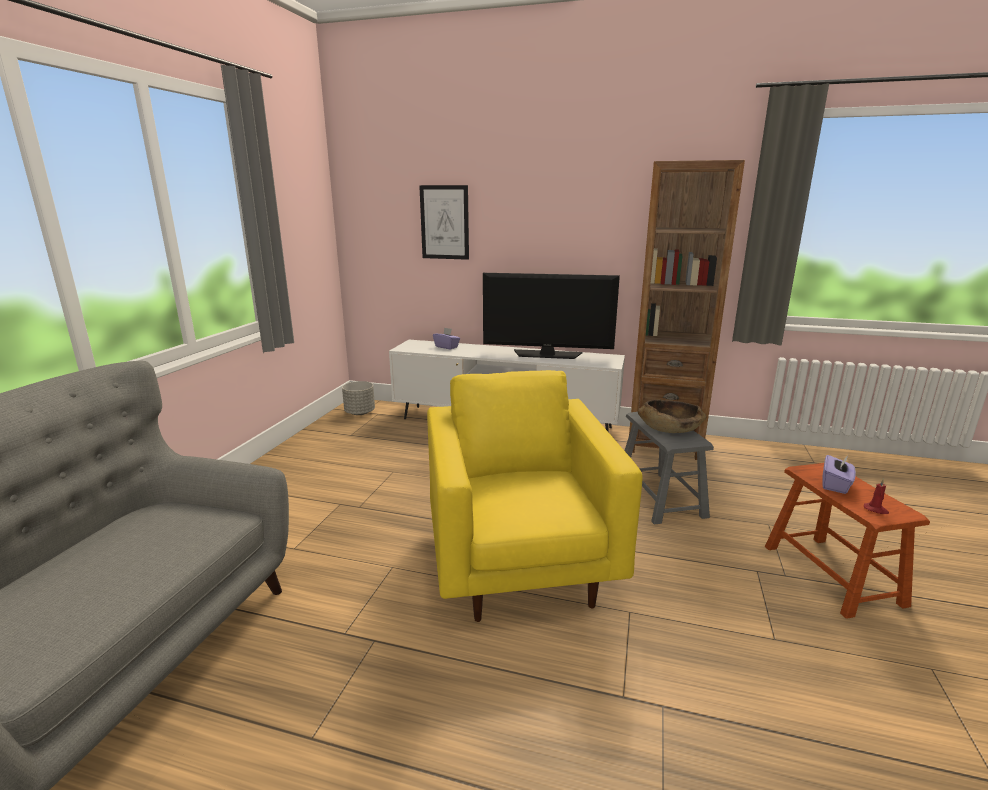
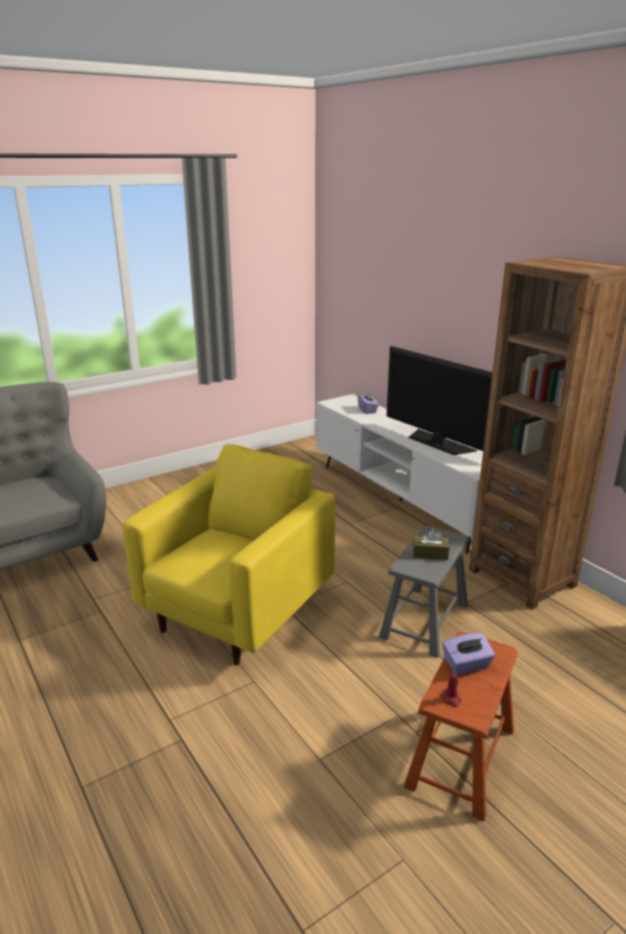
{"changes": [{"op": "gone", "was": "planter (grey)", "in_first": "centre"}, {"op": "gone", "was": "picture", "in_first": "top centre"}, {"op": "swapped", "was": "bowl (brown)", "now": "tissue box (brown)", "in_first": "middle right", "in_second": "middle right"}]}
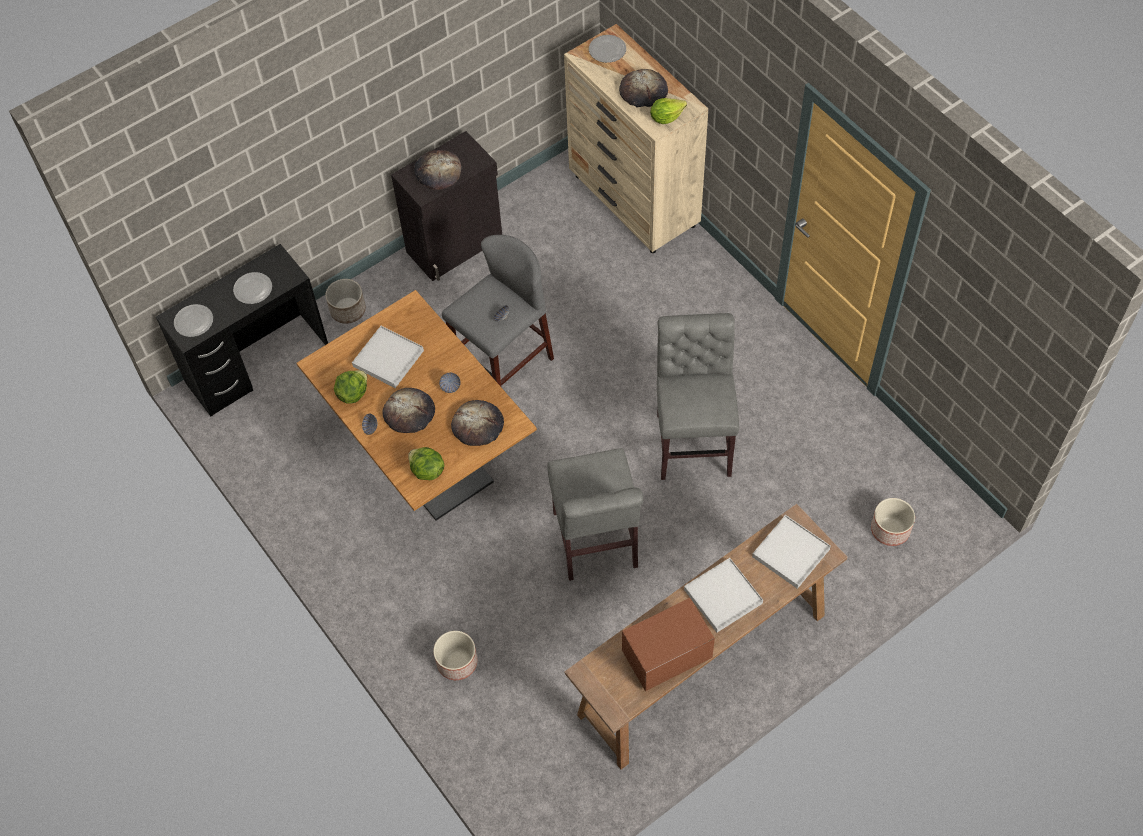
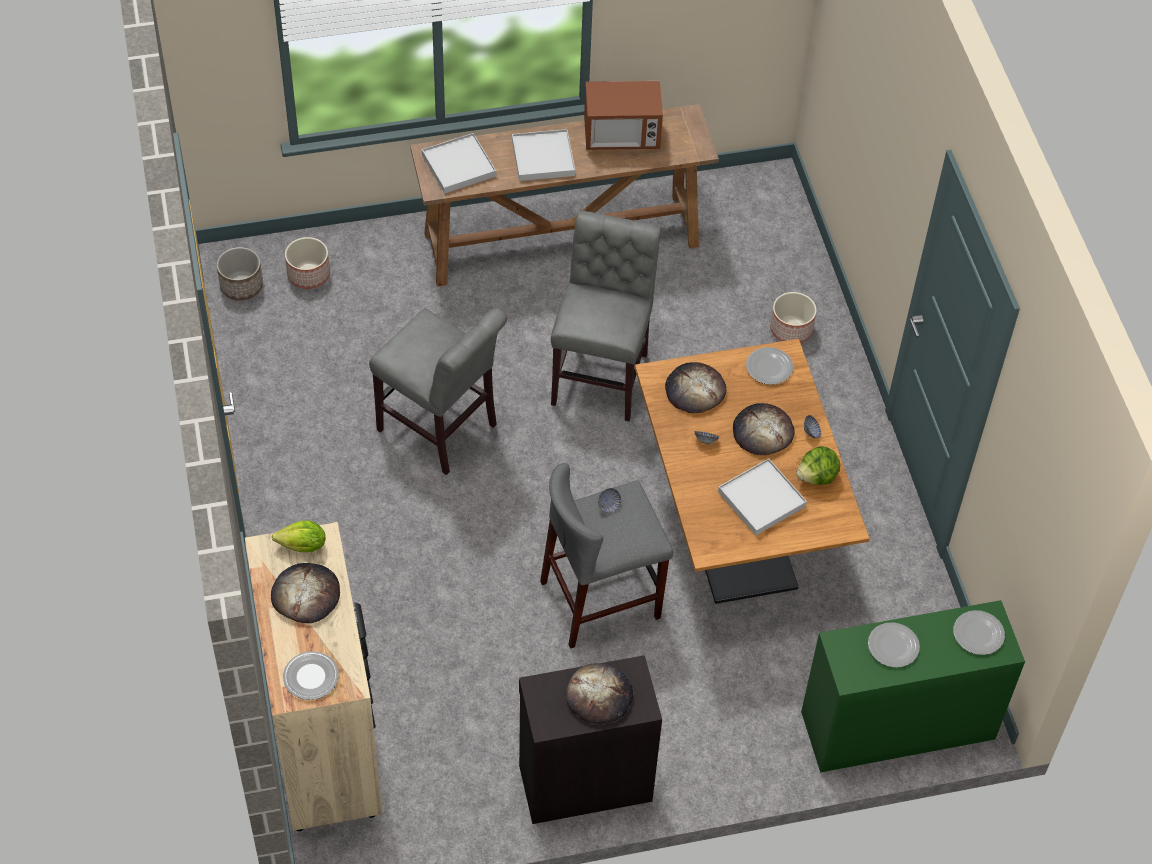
{"changes": [{"op": "repainted", "was": "desk (black)", "now": "desk (green)", "in_first": "middle left", "in_second": "bottom right"}, {"op": "shifted", "was": "planter (no. 1 from left)", "in_first": "middle left", "in_second": "top left"}, {"op": "swapped", "was": "lettuce (no. 2 from left)", "now": "plate (no. 2 from left)", "in_first": "centre", "in_second": "middle right"}, {"op": "rotated", "was": "chair (grey) (no. 2 from left in the first image)", "in_first": "centre", "in_second": "centre", "clockwise": -75}]}
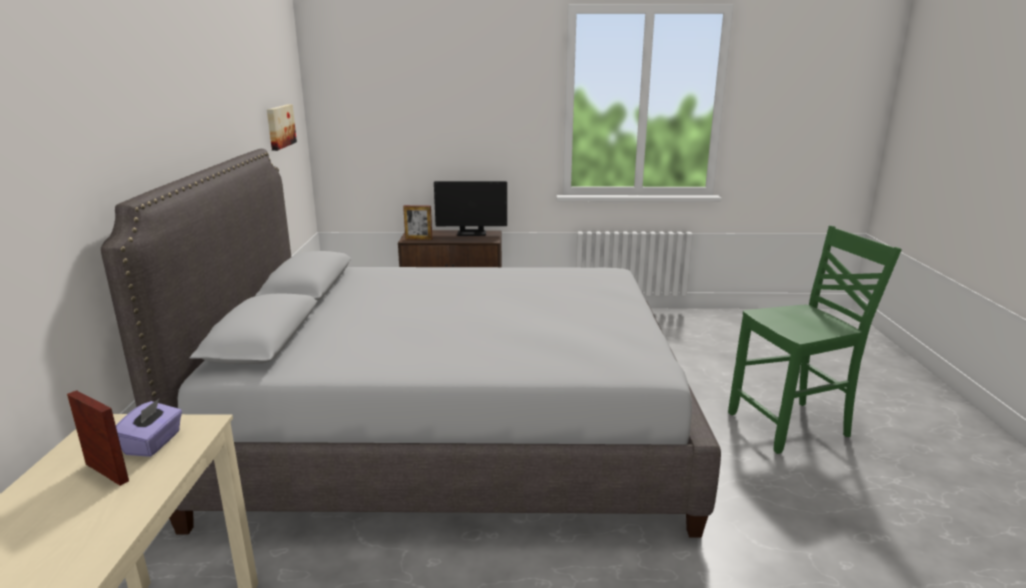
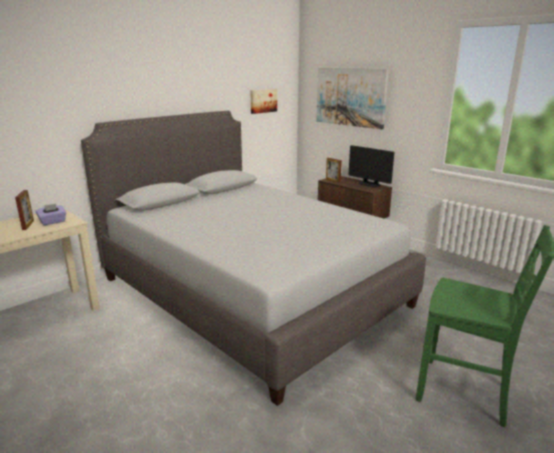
{"changes": [{"op": "new", "now": "picture (no. 2 from left)", "in_second": "top centre"}]}
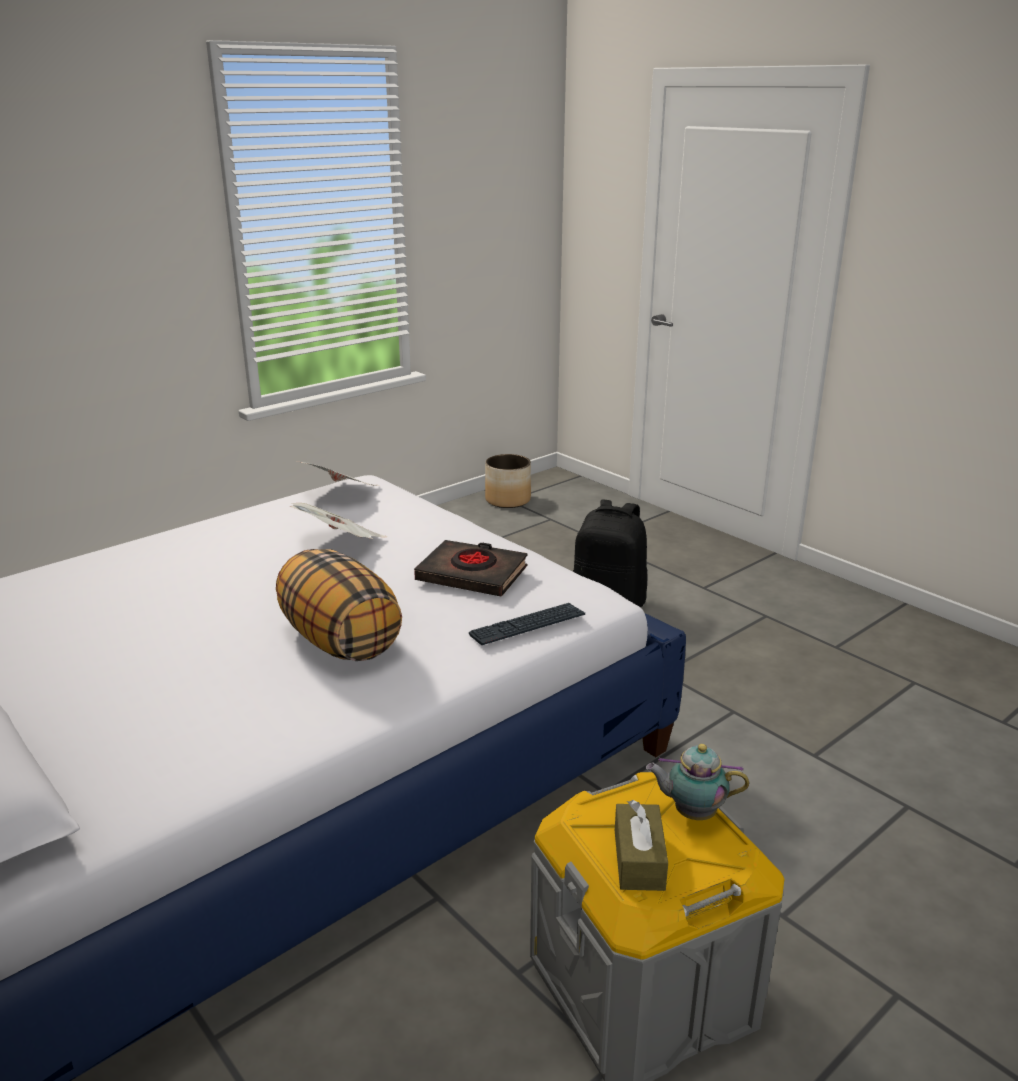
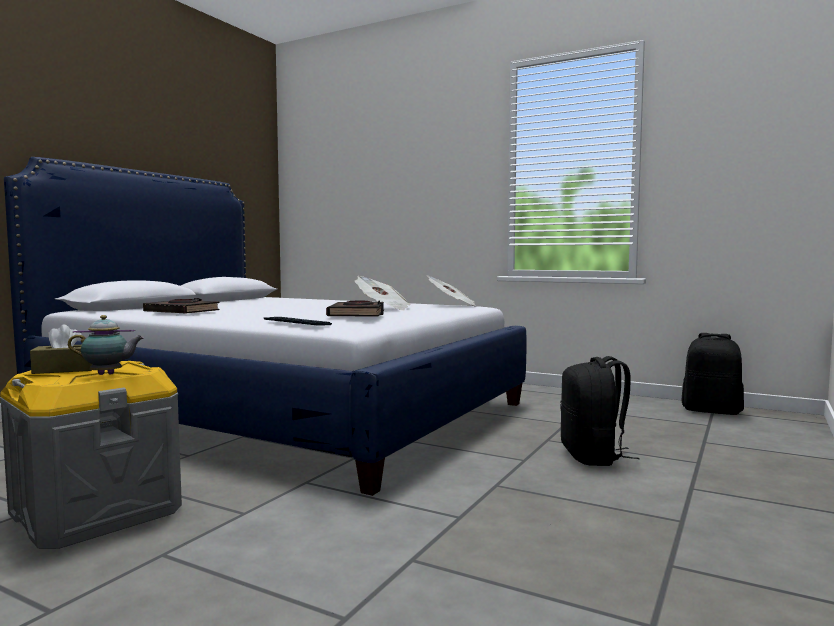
{"changes": [{"op": "gone", "was": "pillow", "in_first": "middle left"}, {"op": "swapped", "was": "planter", "now": "backpack (black) (no. 2 from left)", "in_first": "centre", "in_second": "middle right"}, {"op": "rotated", "was": "teapot", "in_first": "bottom right", "in_second": "middle left", "clockwise": 90}, {"op": "new", "now": "book (black) (no. 1 from left)", "in_second": "middle left"}]}
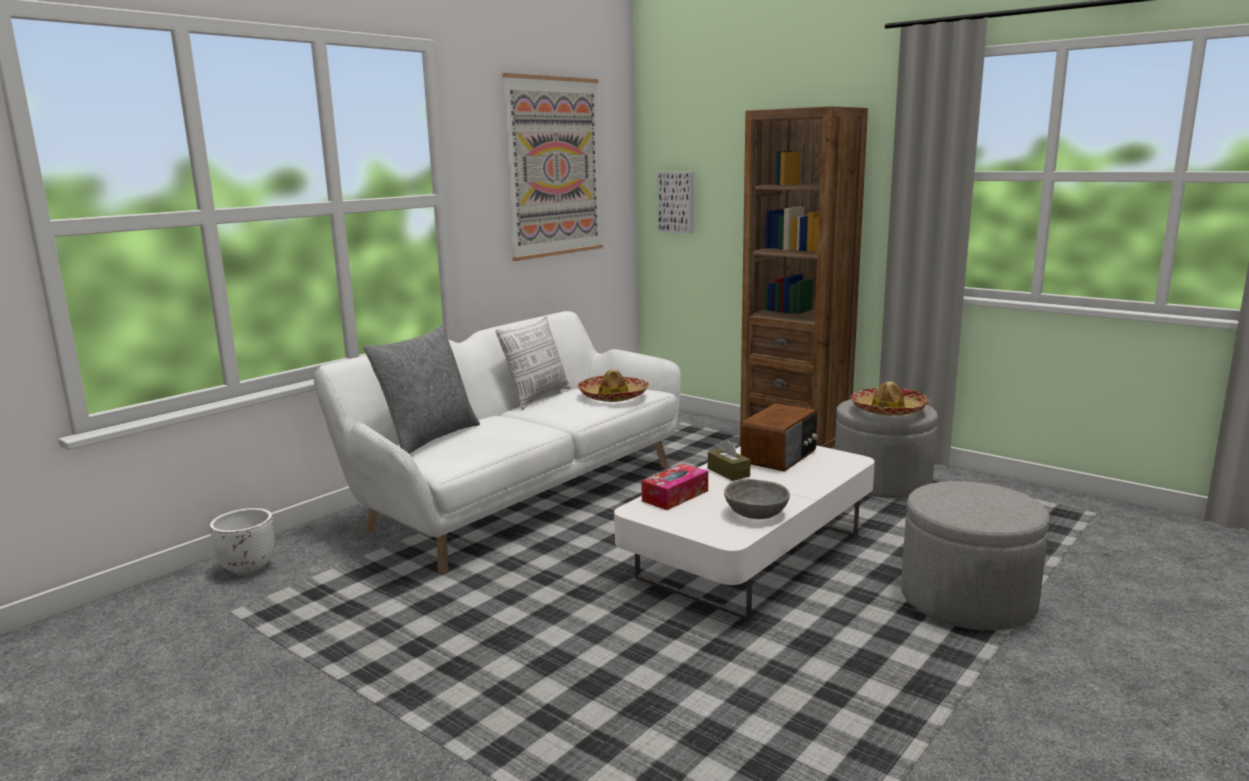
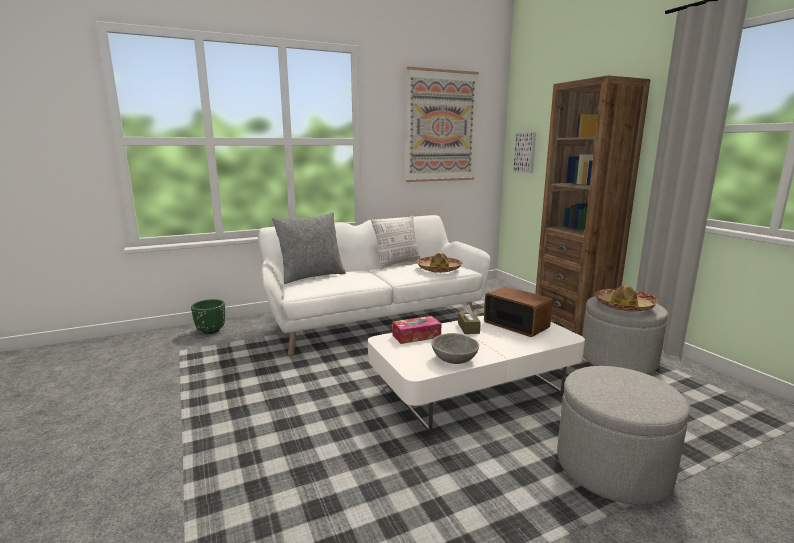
{"changes": [{"op": "repainted", "was": "planter (white)", "now": "planter (green)", "in_first": "bottom left", "in_second": "middle left"}, {"op": "rotated", "was": "radio", "in_first": "centre", "in_second": "centre", "clockwise": -105}]}
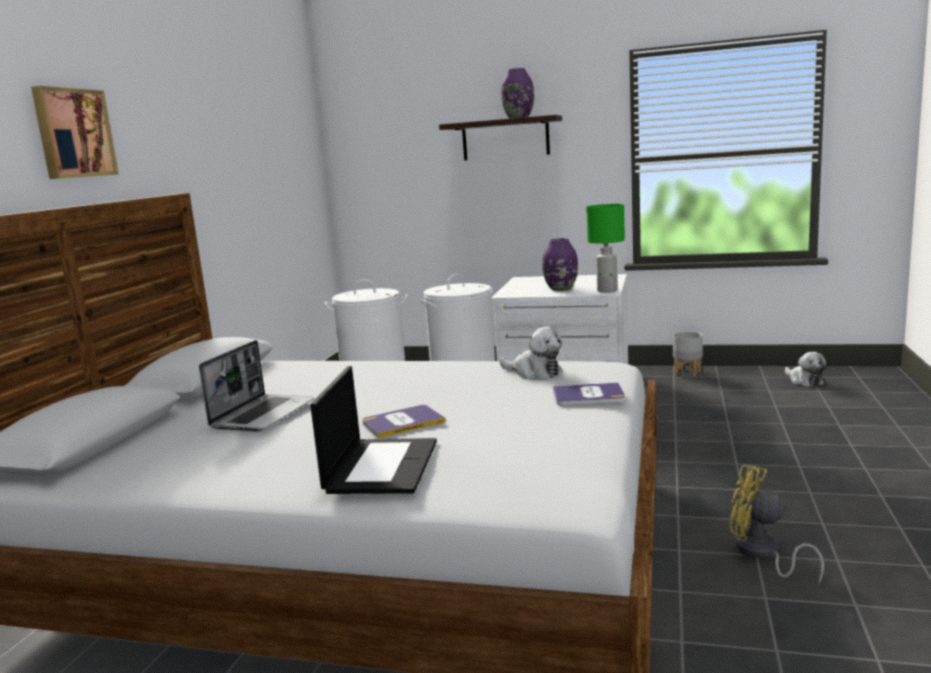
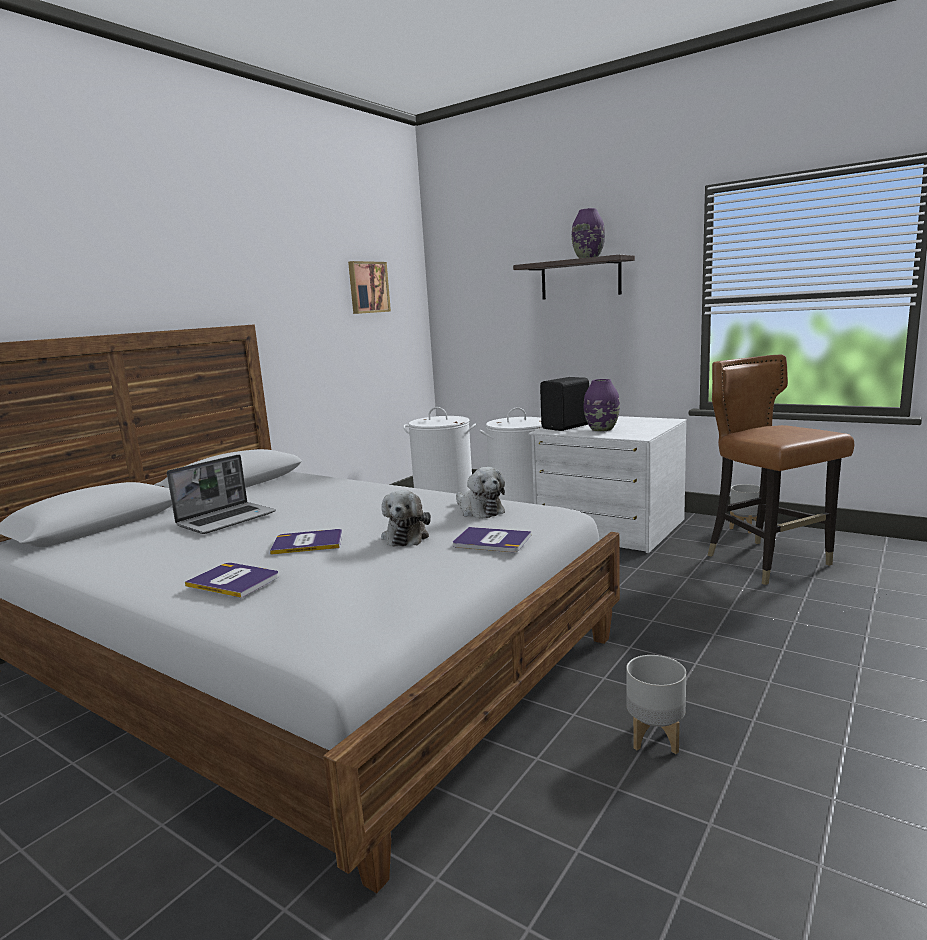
{"changes": [{"op": "shifted", "was": "picture", "in_first": "top left", "in_second": "top centre"}, {"op": "swapped", "was": "laptop (no. 2 from left)", "now": "book (no. 1 from left)", "in_first": "centre", "in_second": "middle left"}, {"op": "gone", "was": "table lamp (green)", "in_first": "centre"}, {"op": "swapped", "was": "fan (yellow)", "now": "planter (grey) (no. 1 from left)", "in_first": "bottom right", "in_second": "bottom right"}, {"op": "shifted", "was": "plush toy (no. 2 from left in the first image)", "now": "plush toy (no. 1 from left)", "in_first": "middle right", "in_second": "centre"}, {"op": "new", "now": "speaker (black)", "in_second": "centre"}, {"op": "new", "now": "chair (brown)", "in_second": "middle right"}]}
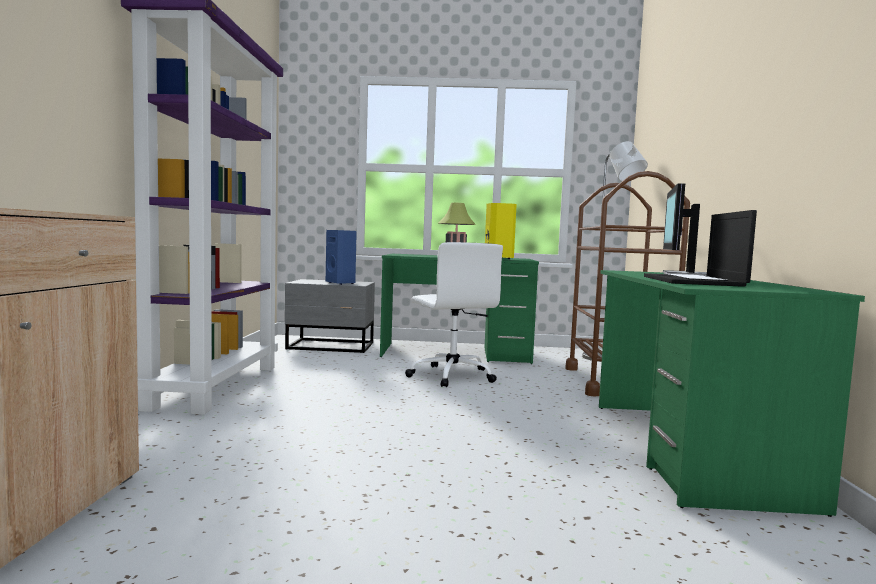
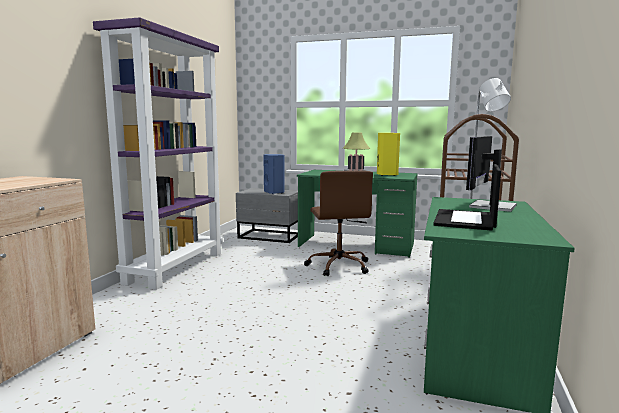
{"changes": [{"op": "repainted", "was": "office chair (white)", "now": "office chair (brown)", "in_first": "centre", "in_second": "centre"}]}
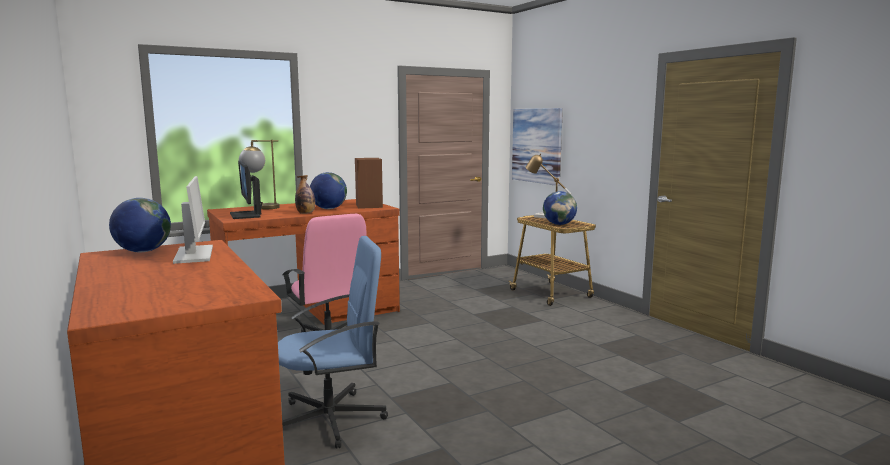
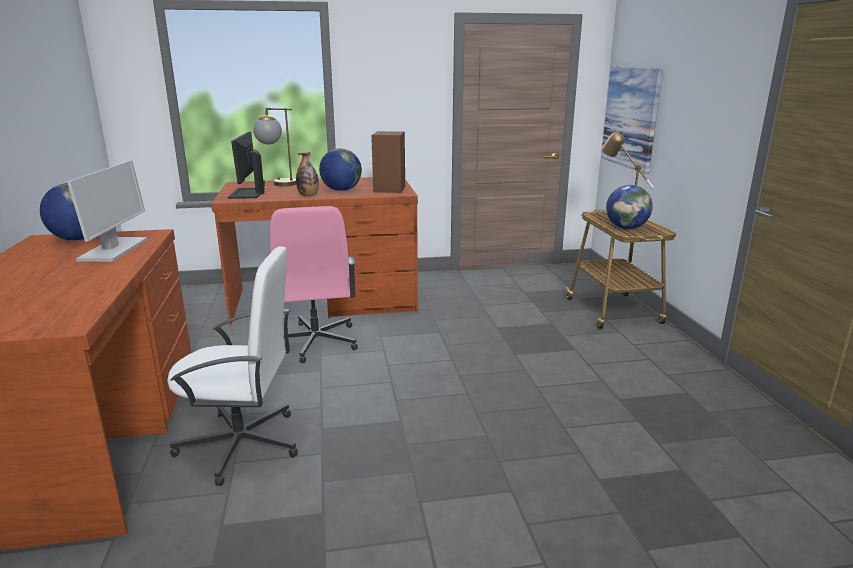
{"changes": [{"op": "repainted", "was": "office chair (blue)", "now": "office chair (white)", "in_first": "bottom centre", "in_second": "middle left"}]}
